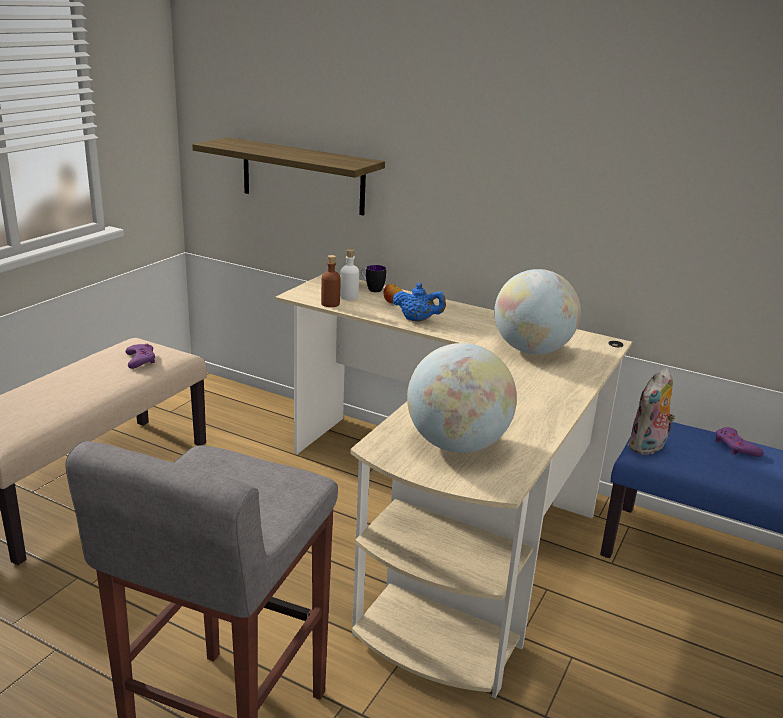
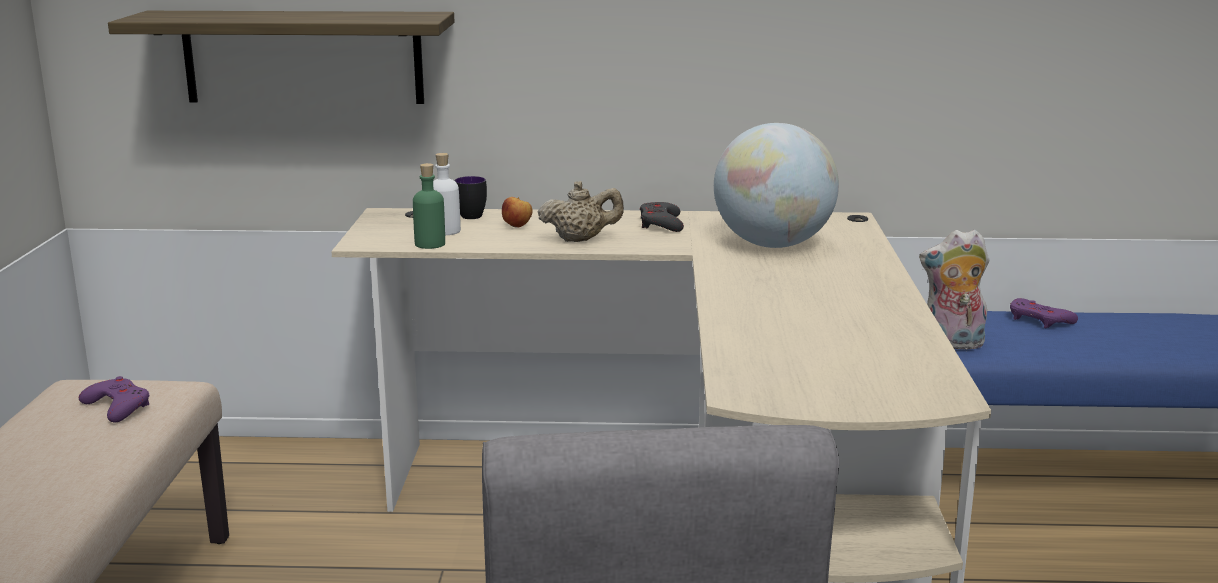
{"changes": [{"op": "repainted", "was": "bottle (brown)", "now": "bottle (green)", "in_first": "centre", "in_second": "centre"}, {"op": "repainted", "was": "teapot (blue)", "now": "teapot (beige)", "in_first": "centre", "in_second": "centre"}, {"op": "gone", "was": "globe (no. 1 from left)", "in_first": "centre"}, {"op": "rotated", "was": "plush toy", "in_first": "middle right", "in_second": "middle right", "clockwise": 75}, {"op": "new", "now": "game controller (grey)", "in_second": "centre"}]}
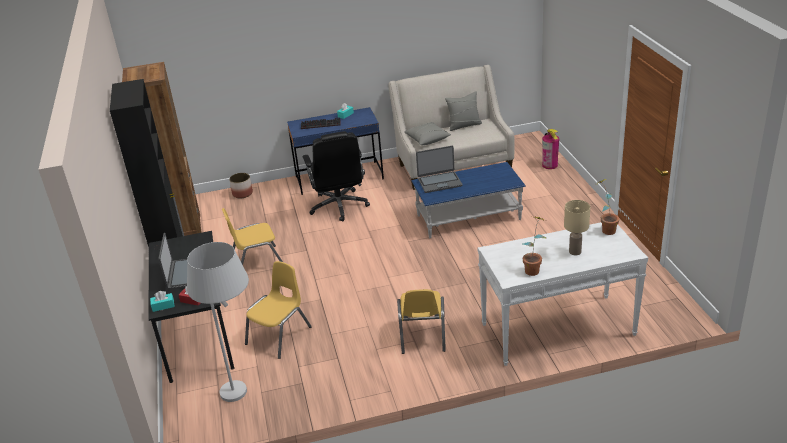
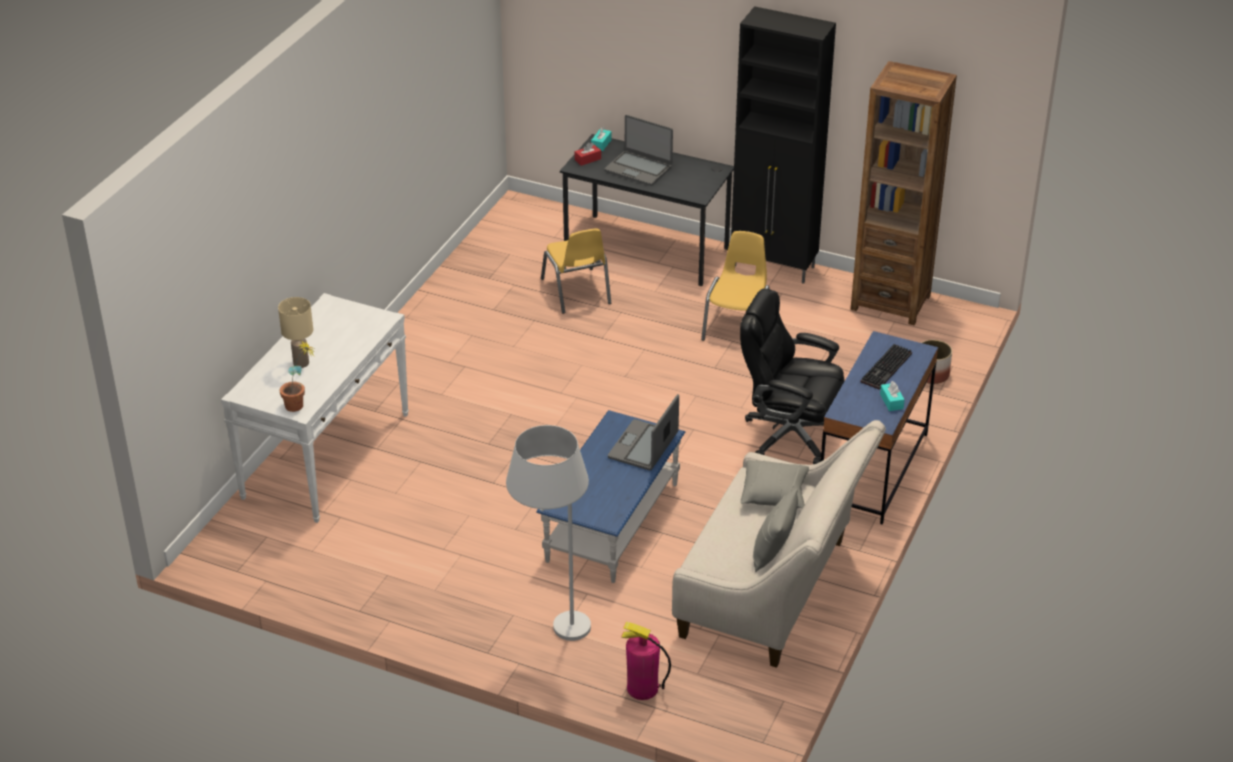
{"changes": [{"op": "shifted", "was": "floor lamp (white)", "in_first": "bottom left", "in_second": "bottom centre"}, {"op": "gone", "was": "chair (yellow) (no. 3 from left)", "in_first": "bottom centre"}, {"op": "gone", "was": "potted plant (no. 1 from left)", "in_first": "middle right"}]}
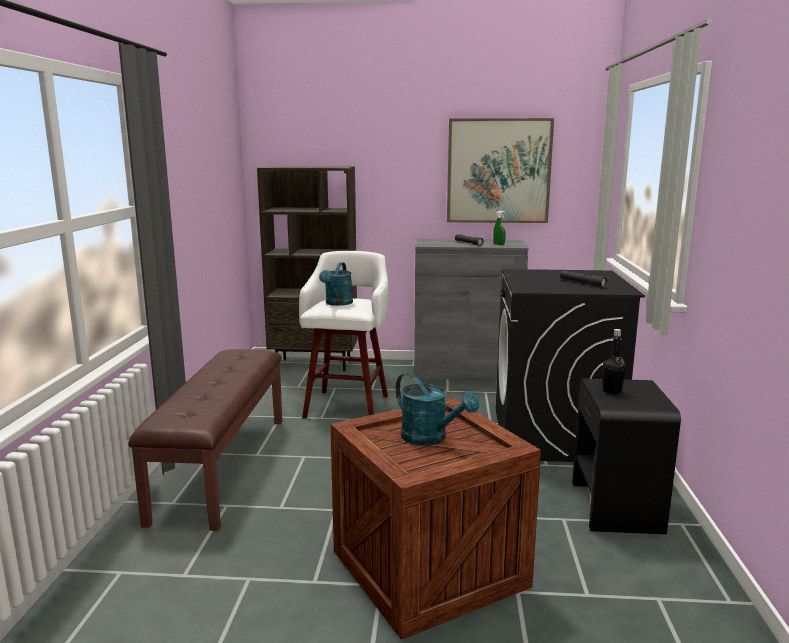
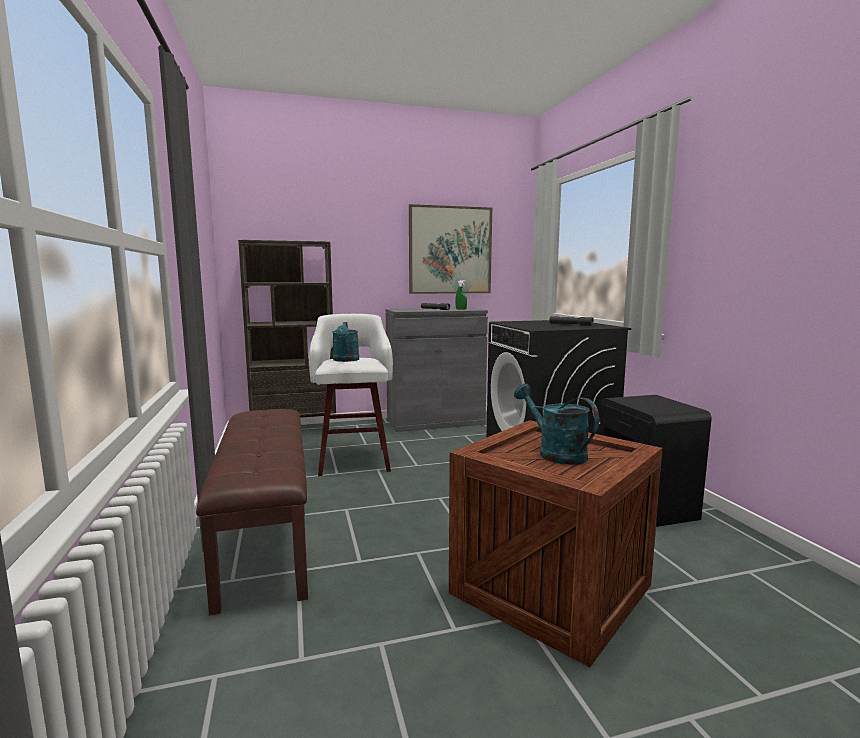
{"changes": [{"op": "rotated", "was": "watering can (turquoise) (no. 2 from left)", "in_first": "centre", "in_second": "centre", "clockwise": -150}, {"op": "gone", "was": "bottle (black)", "in_first": "middle right"}]}
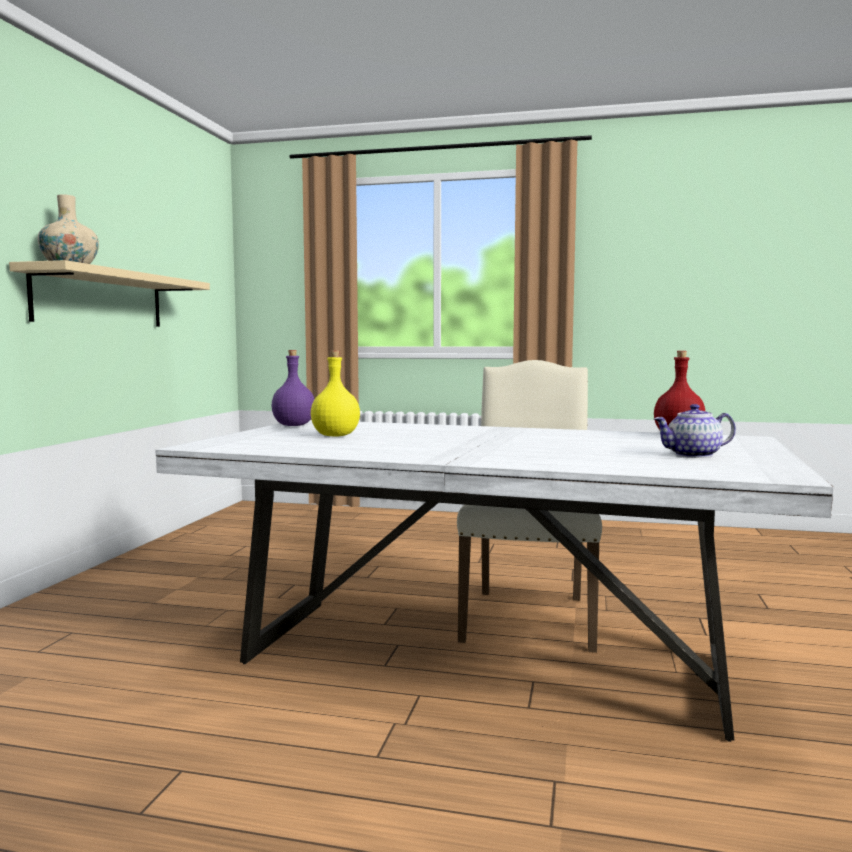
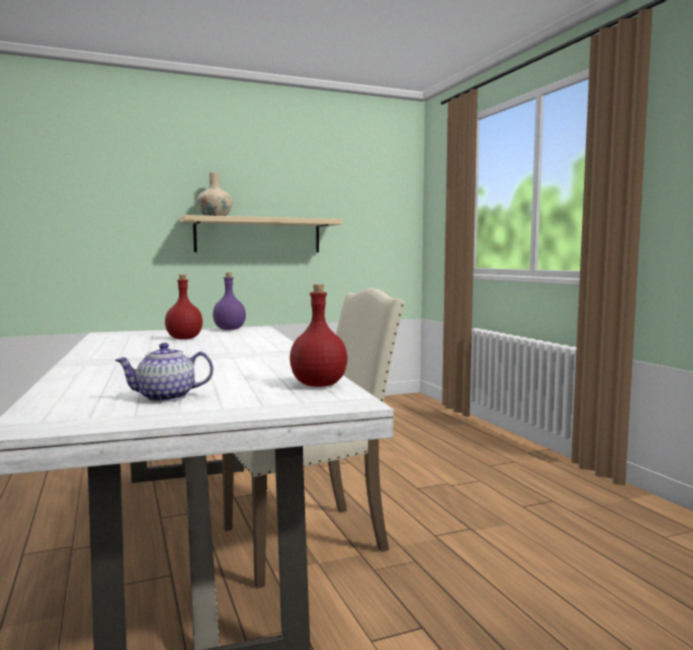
{"changes": [{"op": "repainted", "was": "bottle (yellow)", "now": "bottle (red) (no. 1 from left)", "in_first": "centre", "in_second": "middle left"}, {"op": "rotated", "was": "teapot", "in_first": "middle right", "in_second": "middle left", "clockwise": -60}]}
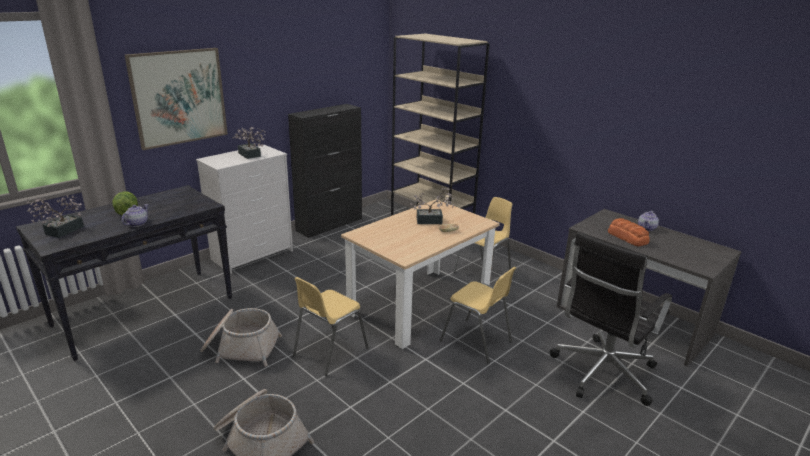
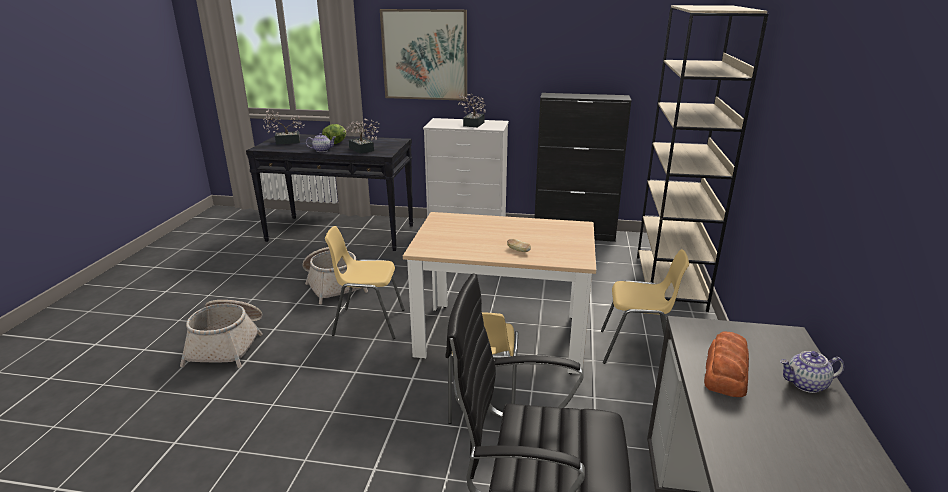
{"changes": [{"op": "shifted", "was": "potted plant (no. 3 from left in the first image)", "now": "potted plant (no. 2 from left)", "in_first": "centre", "in_second": "top centre"}]}
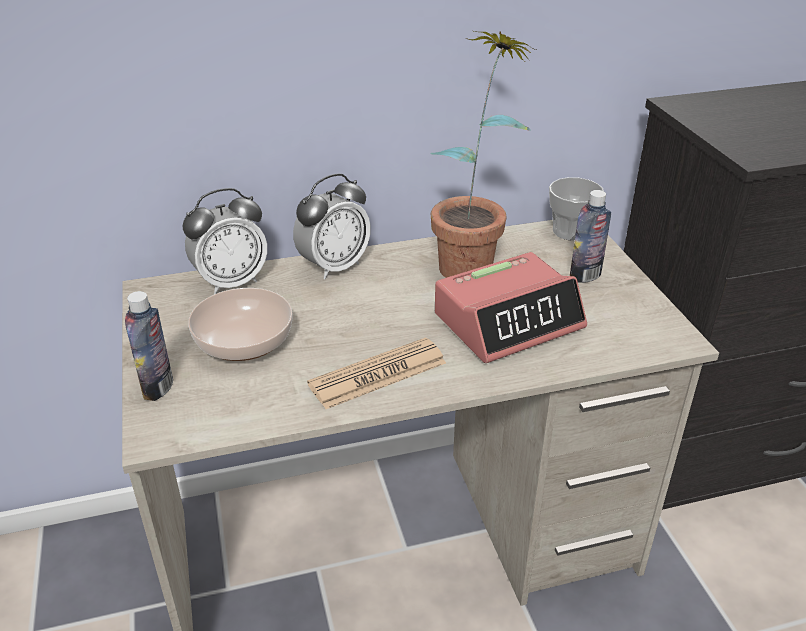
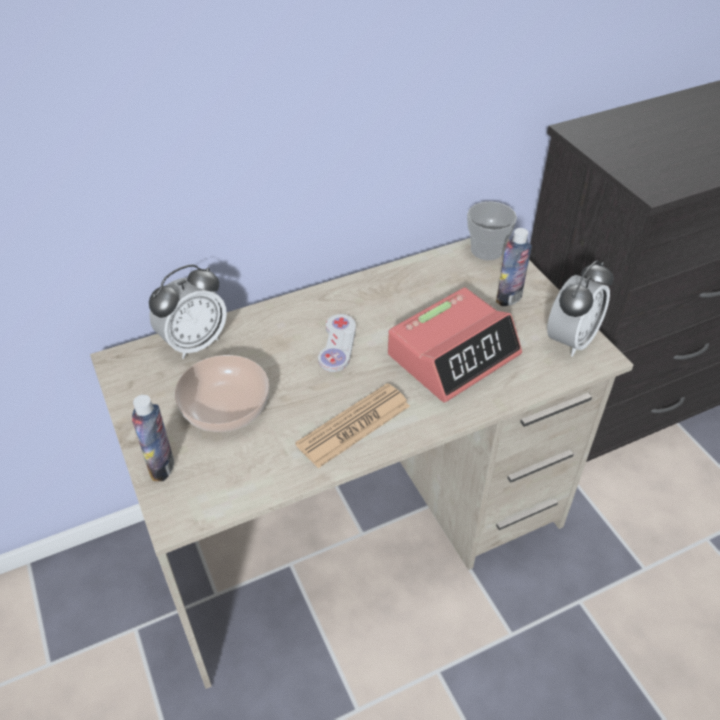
{"changes": [{"op": "shifted", "was": "alarm clock (no. 2 from left in the first image)", "now": "alarm clock (no. 3 from left)", "in_first": "centre", "in_second": "middle right"}, {"op": "gone", "was": "potted plant", "in_first": "top centre"}, {"op": "new", "now": "game controller (white)", "in_second": "centre"}]}
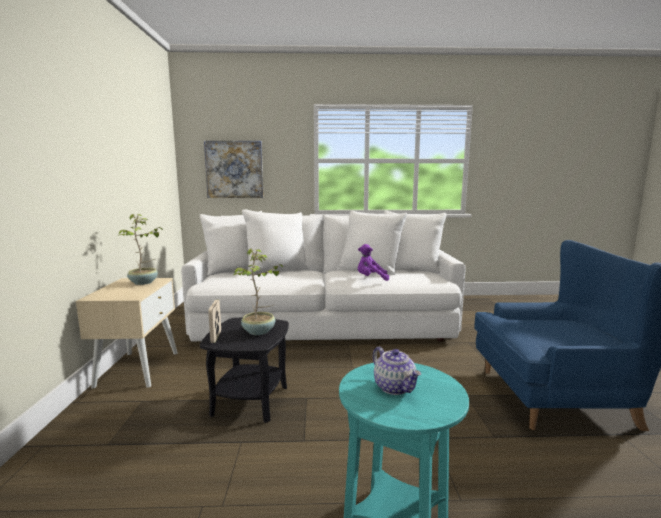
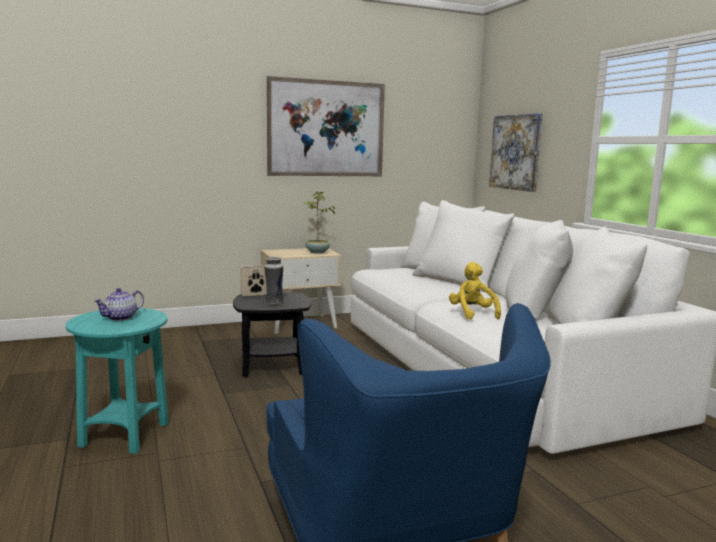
{"changes": [{"op": "swapped", "was": "potted plant (no. 2 from left)", "now": "vase", "in_first": "centre", "in_second": "centre"}, {"op": "repainted", "was": "plush toy (purple)", "now": "plush toy (yellow)", "in_first": "centre", "in_second": "centre"}, {"op": "new", "now": "picture (no. 1 from left)", "in_second": "top centre"}]}
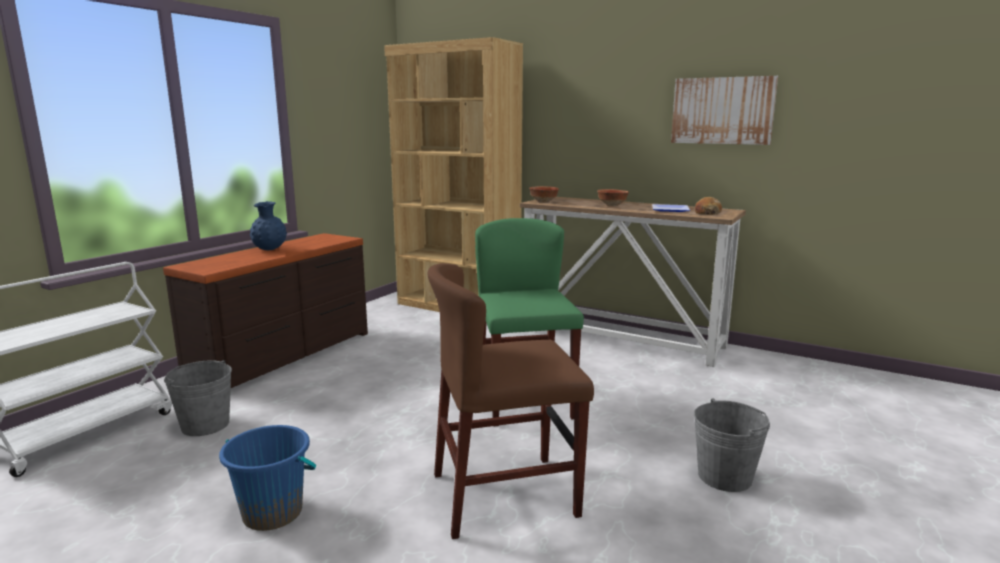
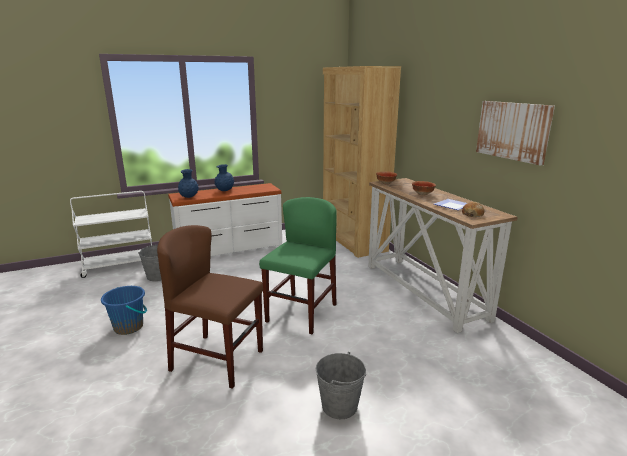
{"changes": [{"op": "repainted", "was": "dresser (brown)", "now": "dresser (white)", "in_first": "middle left", "in_second": "centre"}, {"op": "new", "now": "vase (blue) (no. 1 from left)", "in_second": "middle left"}]}
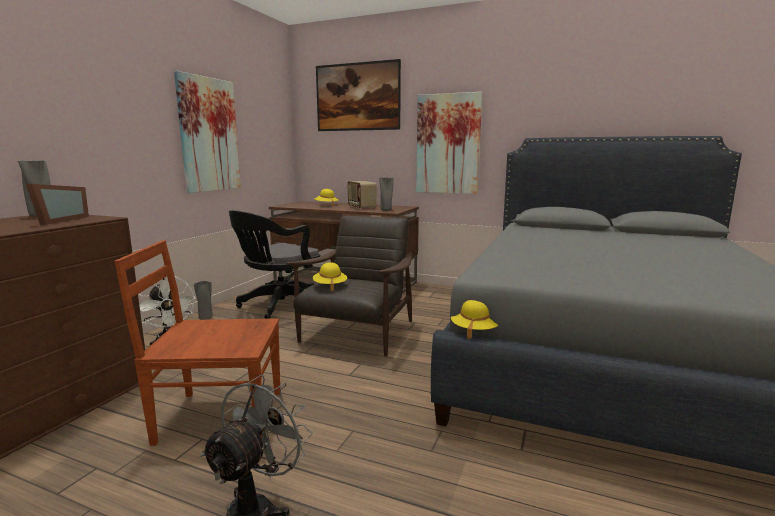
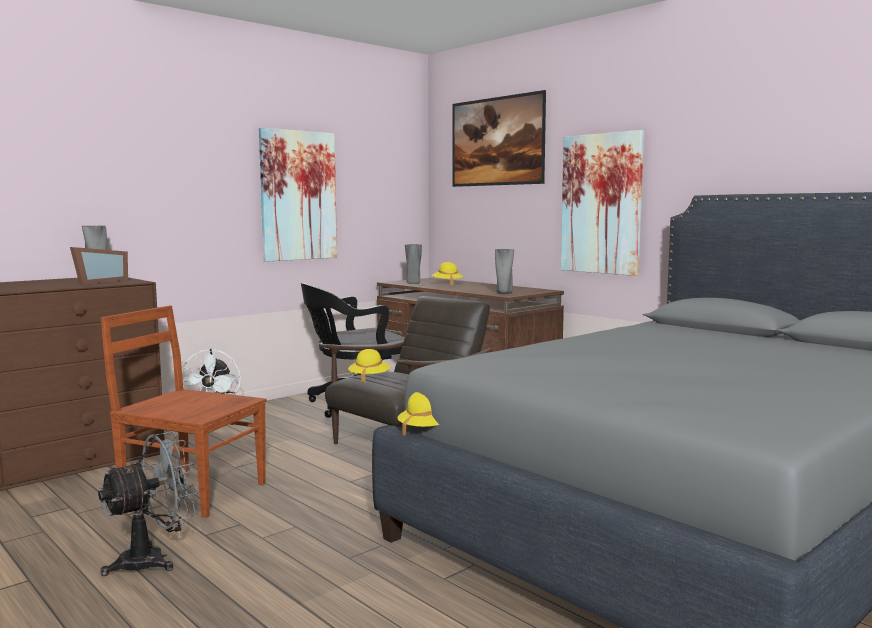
{"changes": [{"op": "shifted", "was": "vase (grey) (no. 2 from left)", "in_first": "middle left", "in_second": "centre"}, {"op": "gone", "was": "radio", "in_first": "centre"}]}
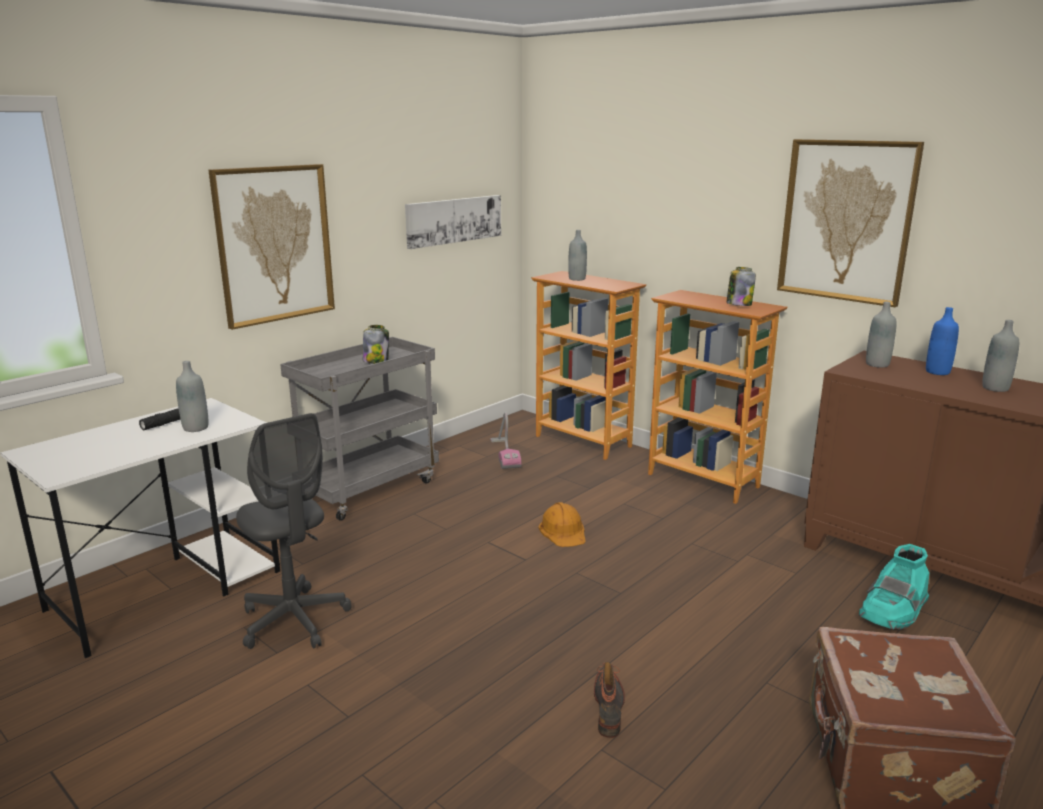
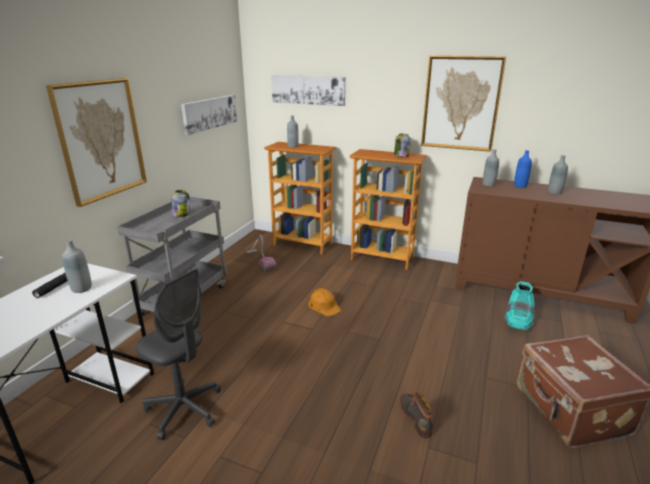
{"changes": [{"op": "new", "now": "picture (no. 3 from left)", "in_second": "top centre"}]}
